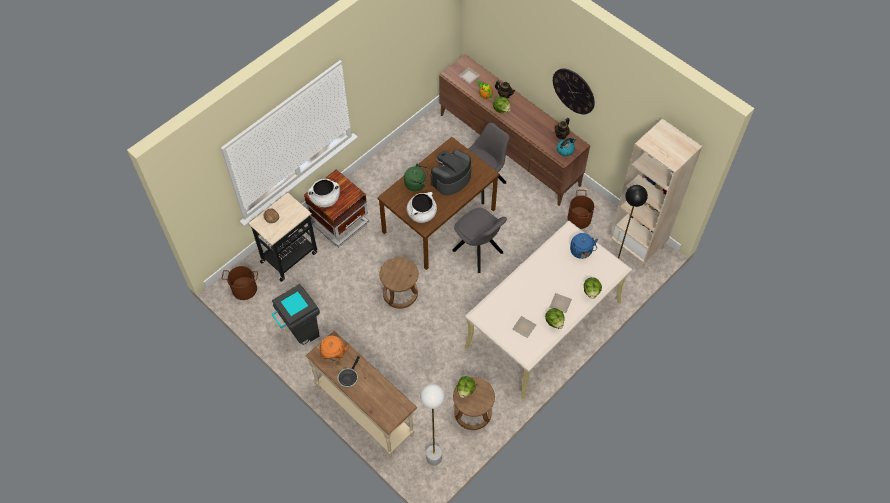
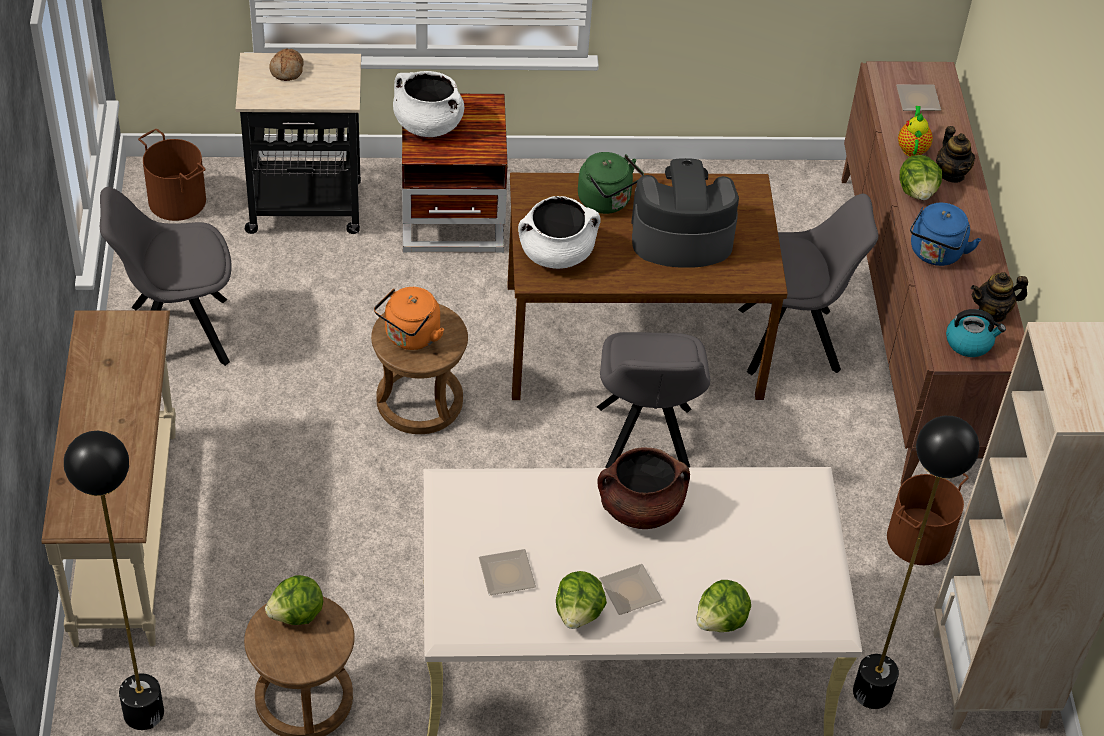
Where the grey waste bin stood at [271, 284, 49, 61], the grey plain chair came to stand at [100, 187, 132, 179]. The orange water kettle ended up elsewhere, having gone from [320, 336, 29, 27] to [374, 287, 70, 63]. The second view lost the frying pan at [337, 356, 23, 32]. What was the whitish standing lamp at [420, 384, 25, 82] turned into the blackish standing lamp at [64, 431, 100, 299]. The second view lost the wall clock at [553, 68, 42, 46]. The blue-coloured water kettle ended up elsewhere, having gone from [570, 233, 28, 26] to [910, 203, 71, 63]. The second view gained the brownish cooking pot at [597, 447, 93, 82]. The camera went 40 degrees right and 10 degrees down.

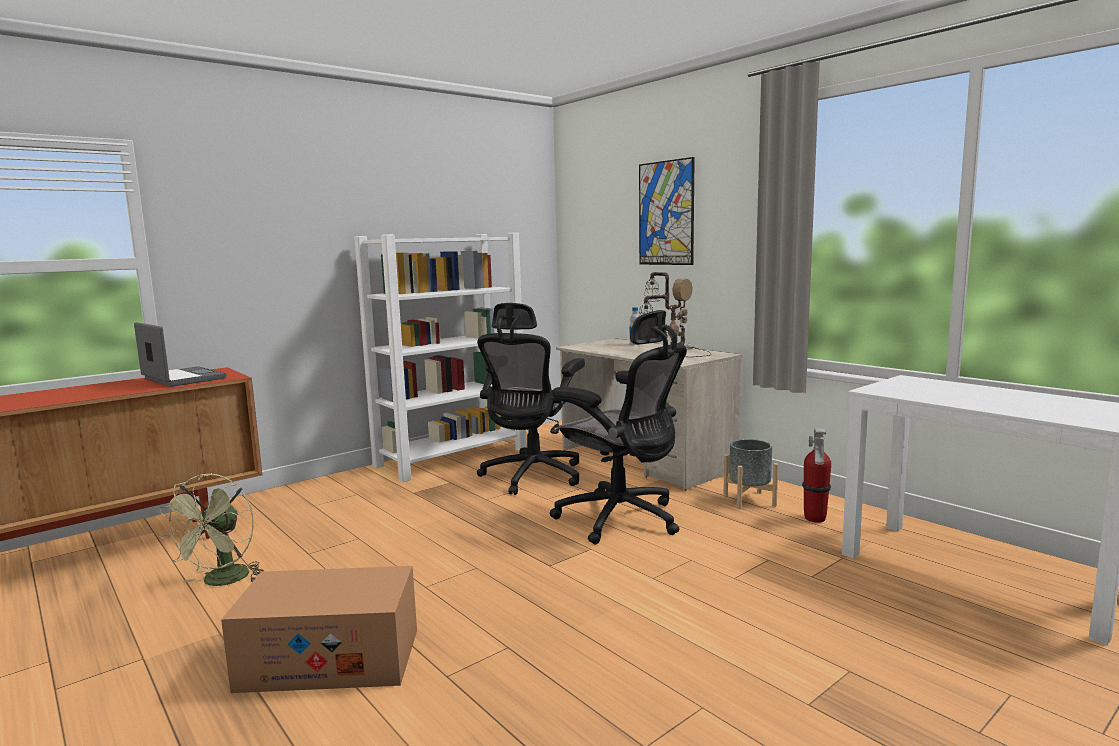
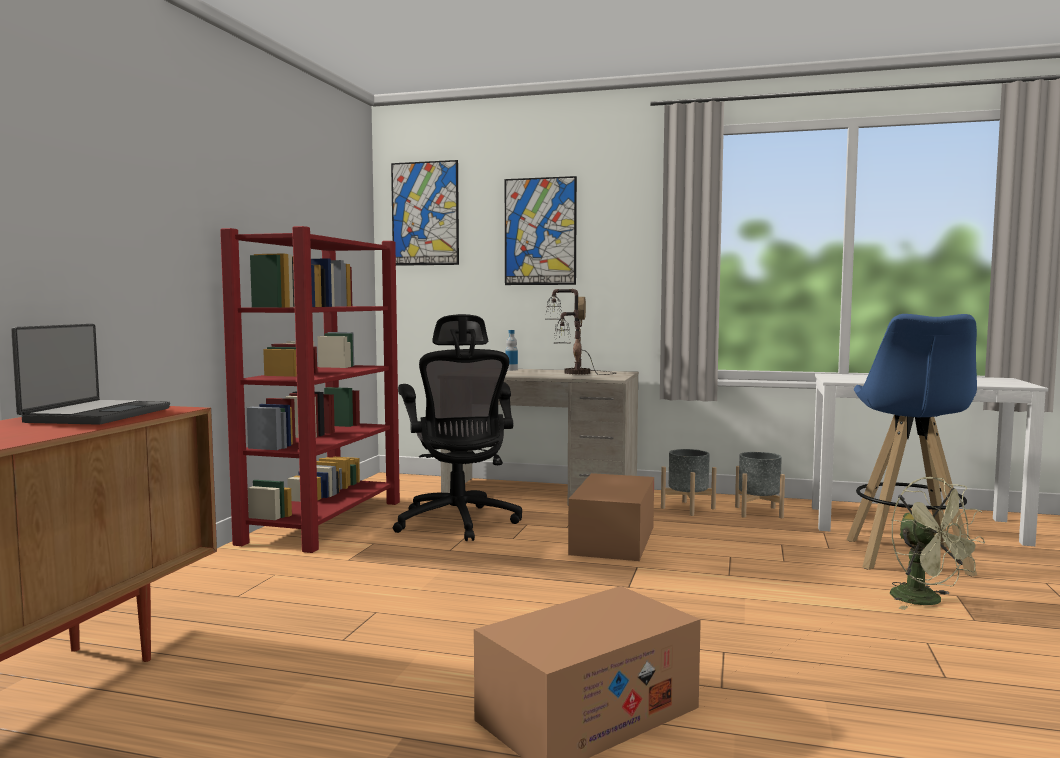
The laptop at [134, 322, 92, 65] ended up facing another way, 90 degrees clockwise from before. The green electric fan ended up elsewhere, having gone from [159, 473, 106, 113] to [890, 476, 95, 134]. What was the whitish bookshelf at [354, 233, 173, 249] turned into the red-coloured bookshelf at [220, 226, 180, 327]. Where the desk chair stood at [550, 310, 137, 234], the packing box came to stand at [568, 473, 86, 88]. Where the extinguisher stood at [802, 428, 29, 95], the grey planter came to stand at [735, 452, 50, 66]. The second view gained the wall picture at [391, 160, 68, 106]. The second view gained the blue-coloured stool at [846, 314, 131, 263]. The camera went 35 degrees left and 5 degrees down.

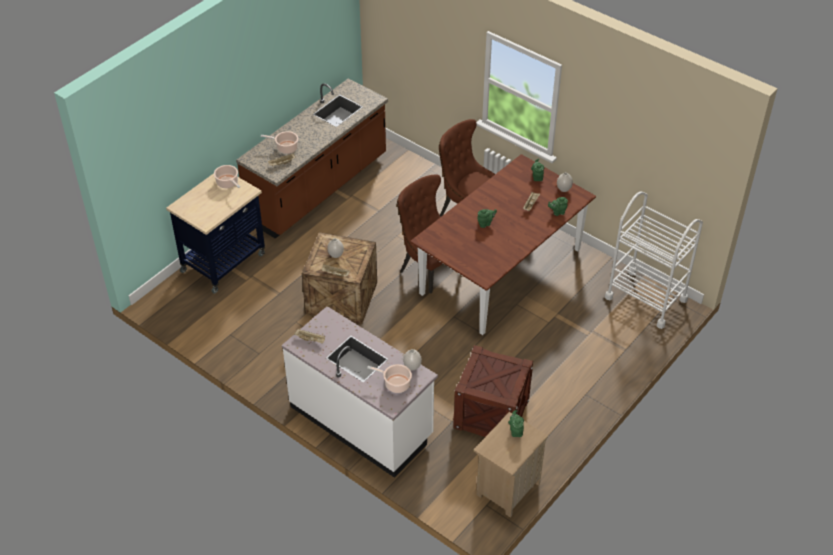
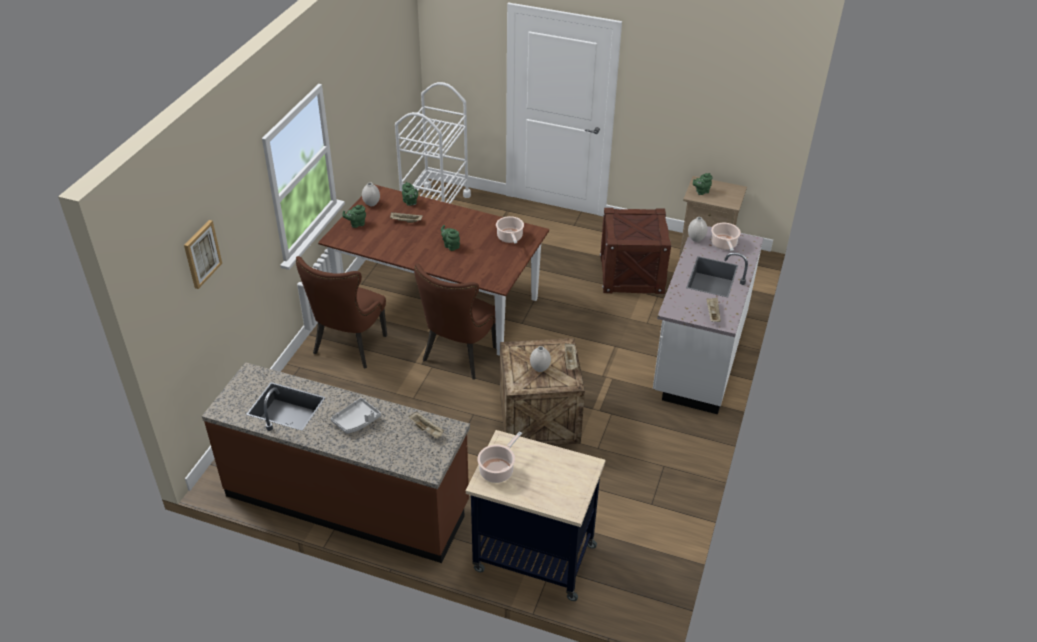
The cooking pot ended up elsewhere, having gone from [261, 131, 37, 23] to [496, 216, 28, 28]. The second view gained the wall picture at [184, 220, 38, 69]. The second view gained the grey tray at [331, 398, 50, 36]. The camera went 110 degrees left and 5 degrees down.

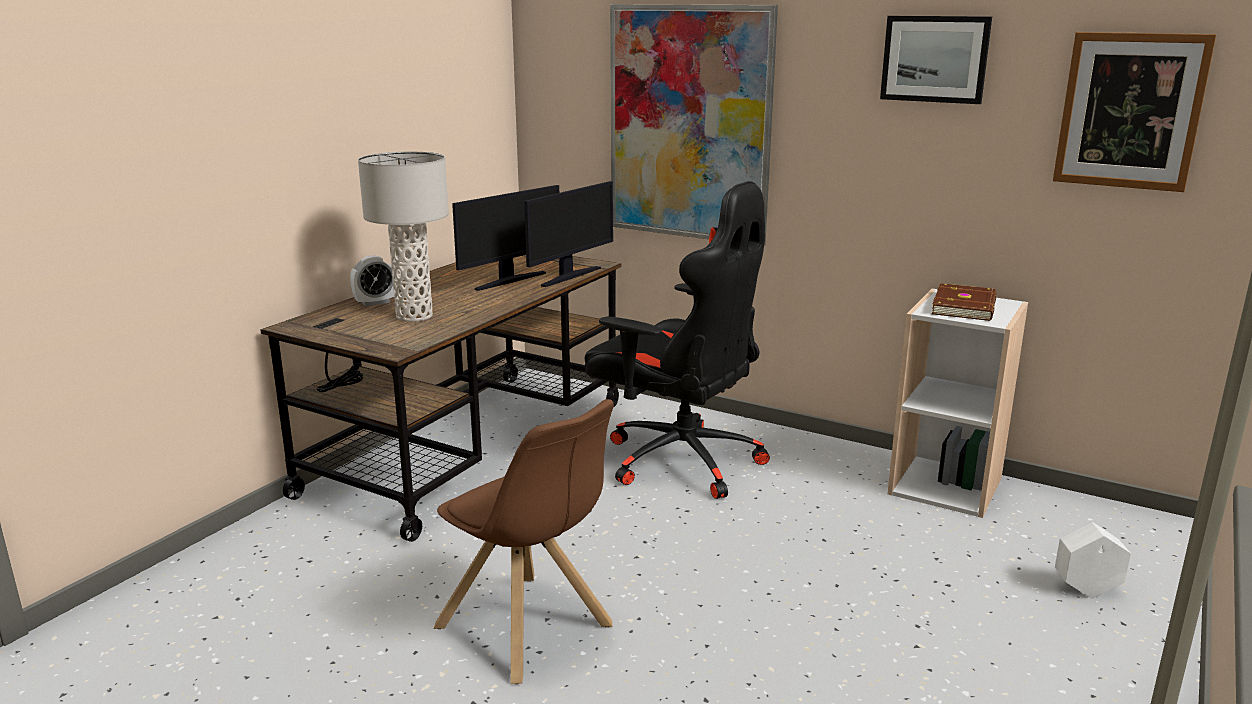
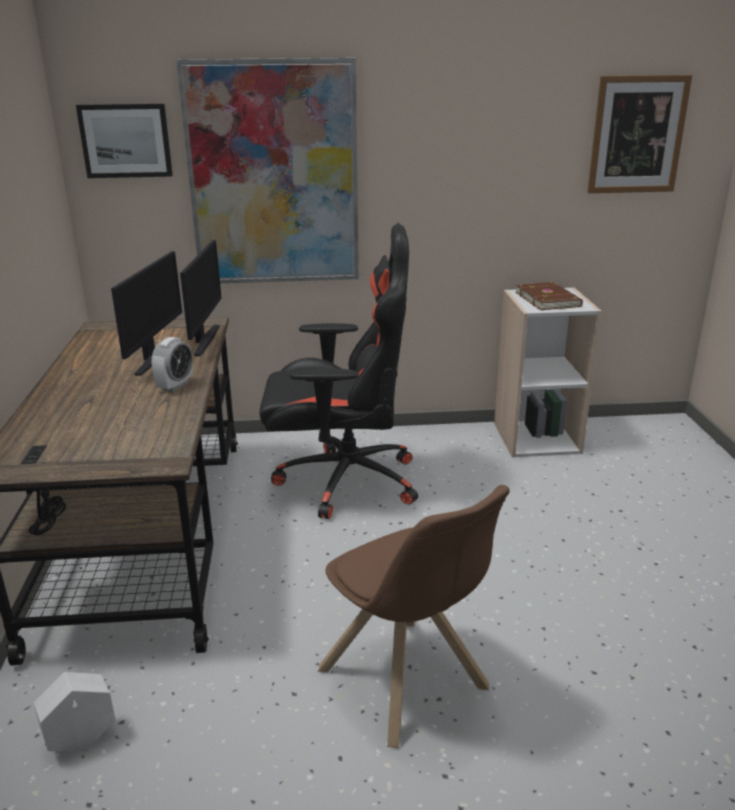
The bedside clock ended up elsewhere, having gone from [350, 255, 47, 51] to [151, 337, 42, 55]. The second view lost the whitish lamp for a table at [358, 151, 91, 171]. The brownish plain chair at [434, 399, 180, 285] ended up facing another way, 45 degrees clockwise from before. The wall picture ended up elsewhere, having gone from [880, 16, 112, 88] to [76, 104, 97, 74]. The whitish planter ended up elsewhere, having gone from [1055, 522, 76, 76] to [34, 672, 82, 79]. The camera went 35 degrees left and 5 degrees up.

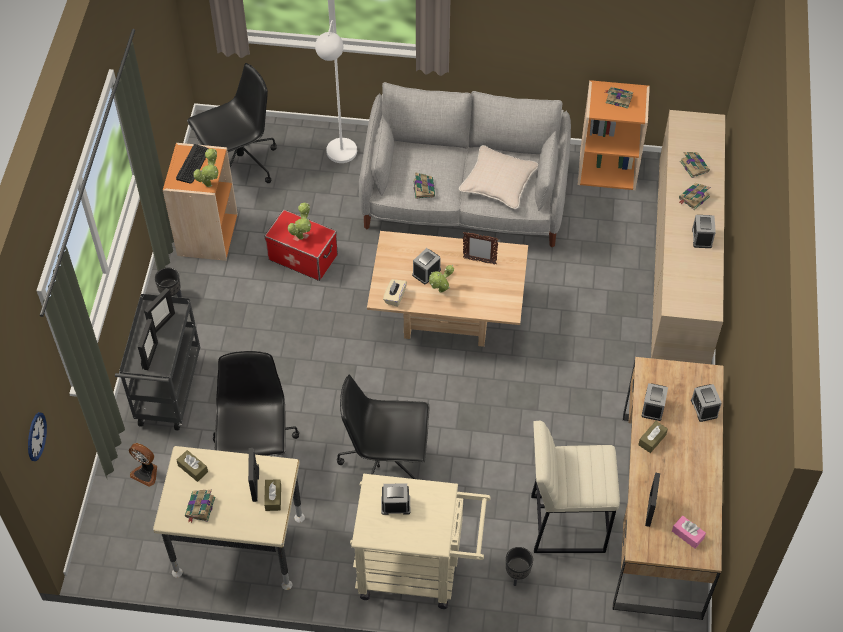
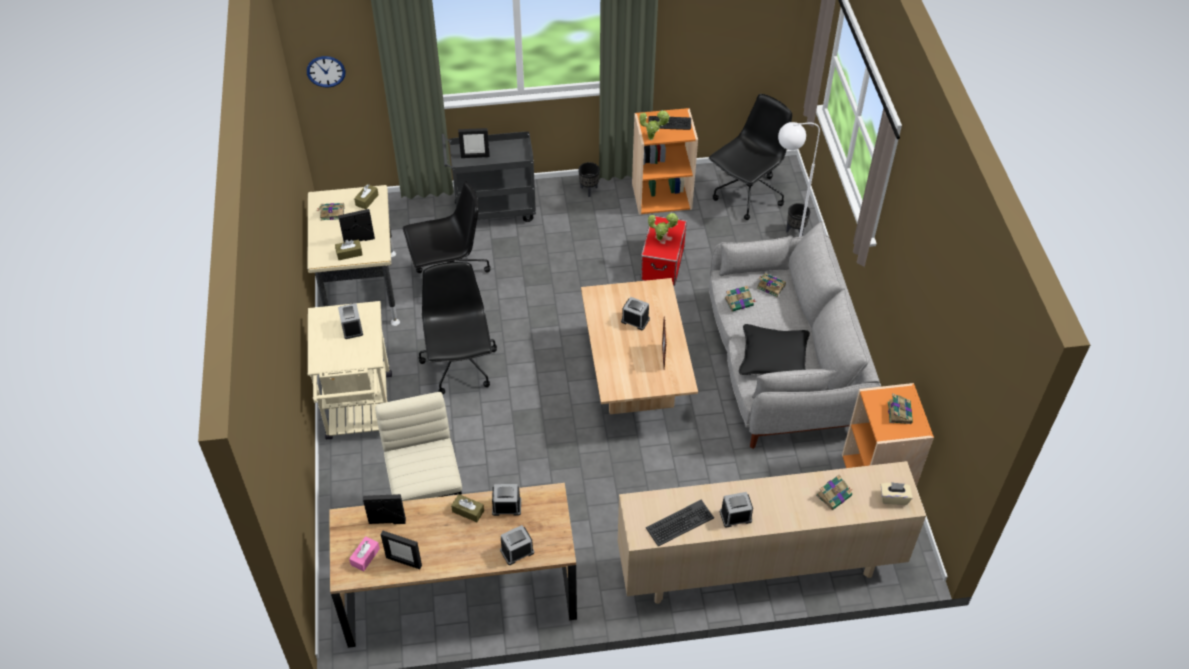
The second view lost the electric fan at [129, 443, 28, 44]. The standing frame ended up elsewhere, having gone from [144, 288, 31, 45] to [381, 531, 41, 38]. The blackish desk chair at [187, 63, 90, 120] ended up facing another way, 90 degrees counterclockwise from before. The sand-coloured tissue holder ended up elsewhere, having gone from [383, 279, 24, 28] to [881, 482, 32, 23]. The second view lost the plant in a pot at [429, 265, 25, 28]. What was the sand-coloured pillow at [459, 145, 79, 64] turned into the blackish pillow at [739, 324, 71, 51]. The blackish planter ended up elsewhere, having gone from [506, 547, 27, 39] to [786, 203, 24, 33]. The volume ended up elsewhere, having gone from [679, 183, 32, 27] to [757, 273, 29, 24]. The second view gained the keyboard at [646, 500, 68, 47]. The camera went 75 degrees right and 5 degrees down.

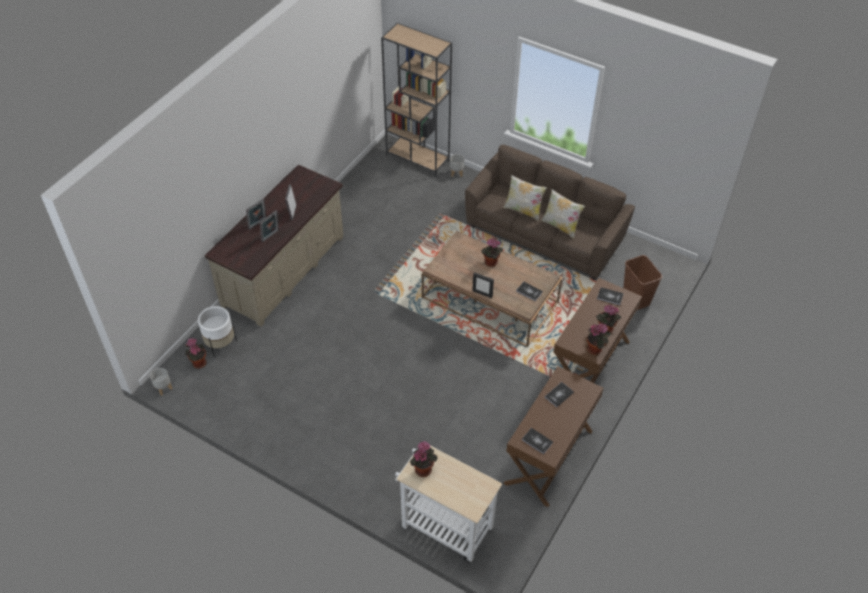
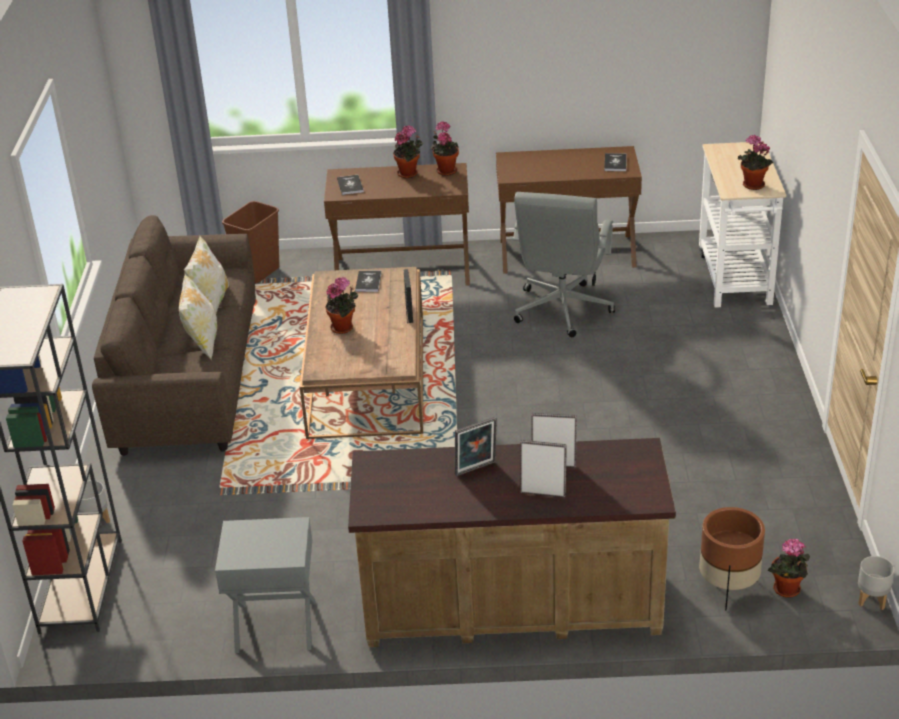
What was the whitish planter at [198, 306, 39, 51] turned into the brownish planter at [699, 507, 66, 103]. The second view lost the volume at [545, 382, 29, 25]. The second view gained the grey night table at [215, 517, 100, 136]. The second view gained the grey desk chair at [512, 192, 103, 145]. The camera went 120 degrees left and 15 degrees down.

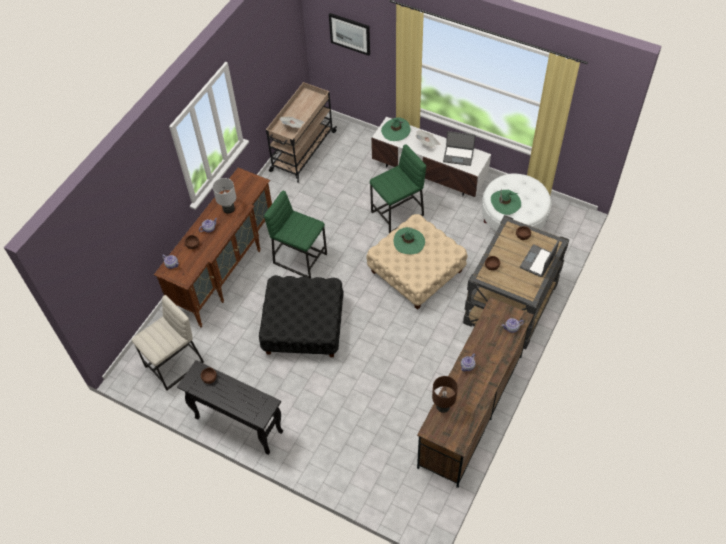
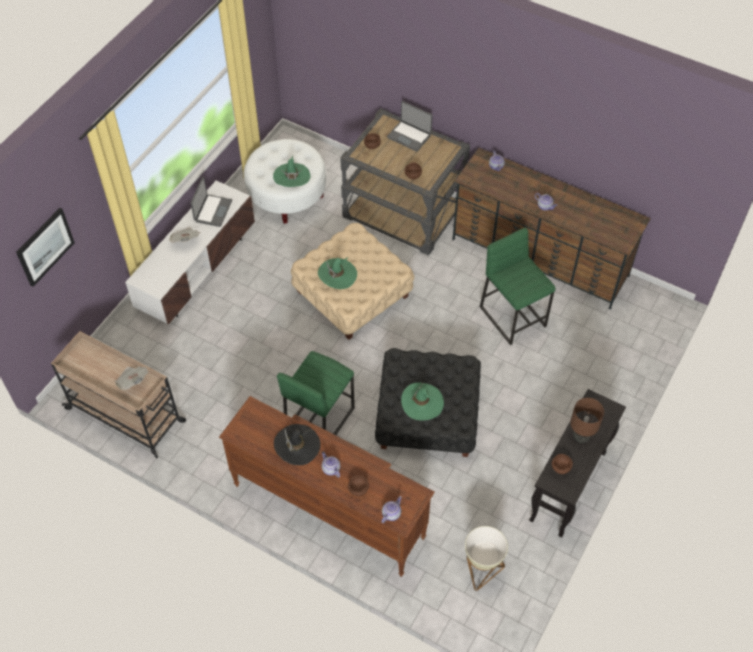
Where the sand-coloured stool stood at [132, 295, 72, 95], the planter came to stand at [465, 526, 43, 65]. Where the grey lamp for a table stood at [213, 178, 23, 36], the blackish hat came to stand at [274, 424, 47, 41]. The green stool ended up elsewhere, having gone from [370, 144, 56, 89] to [480, 228, 75, 117]. The green hat ended up elsewhere, having gone from [381, 117, 29, 24] to [401, 383, 43, 37]. The brownish lamp for a table ended up elsewhere, having gone from [432, 376, 26, 37] to [570, 398, 34, 45]. The camera went 90 degrees left and 0 degrees up.

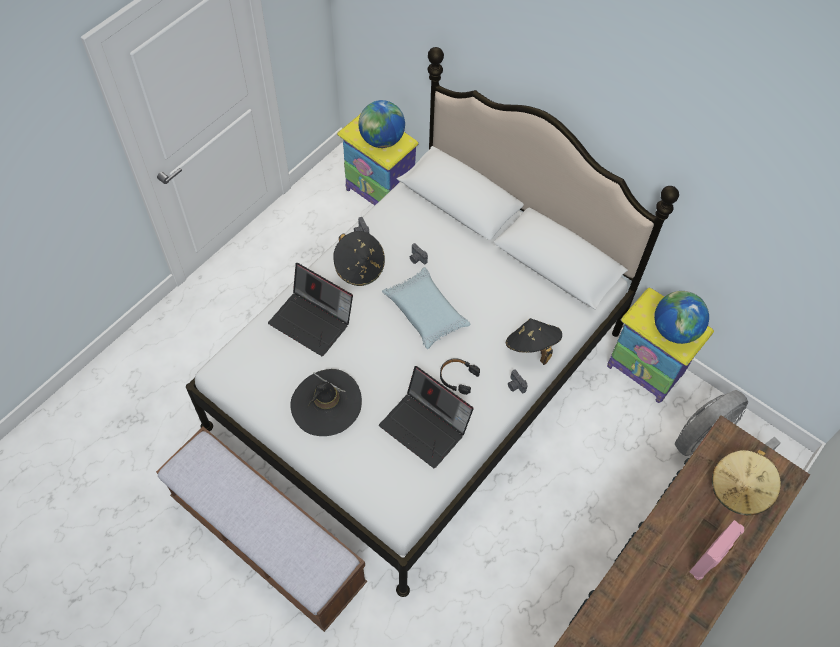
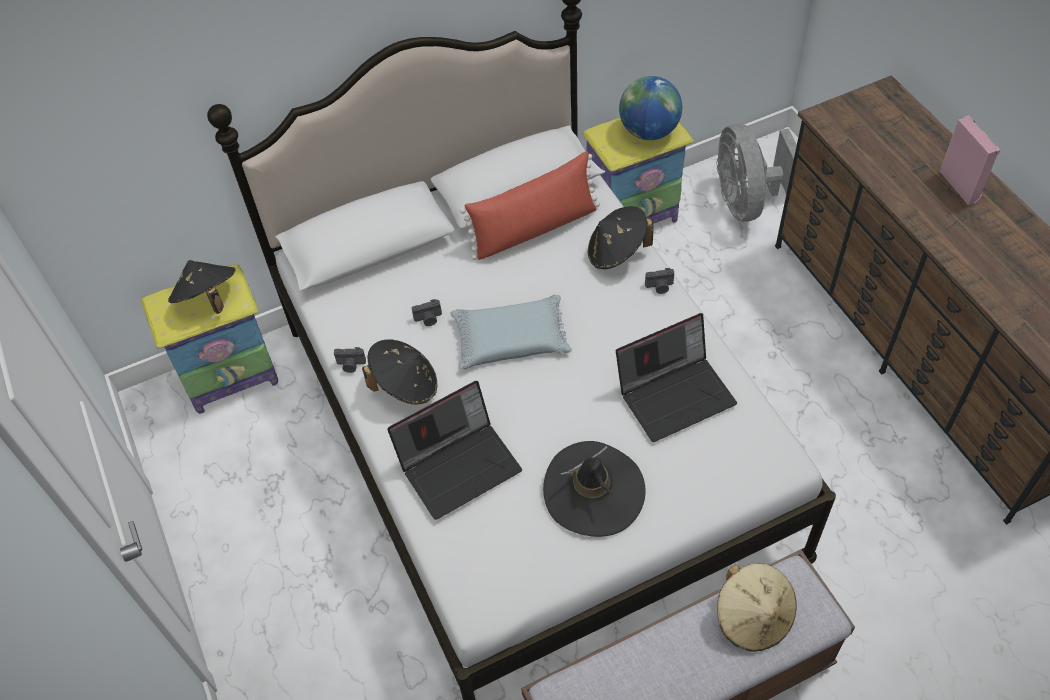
Where the world globe stood at [358, 100, 47, 48], the blackish hat came to stand at [168, 260, 68, 54]. The second view lost the blackish headphones at [440, 358, 40, 37]. The sand-coloured hat ended up elsewhere, having gone from [712, 450, 69, 65] to [717, 563, 80, 89]. The second view gained the red-coloured pillow at [460, 151, 140, 109]. The camera went 60 degrees left and 5 degrees down.

